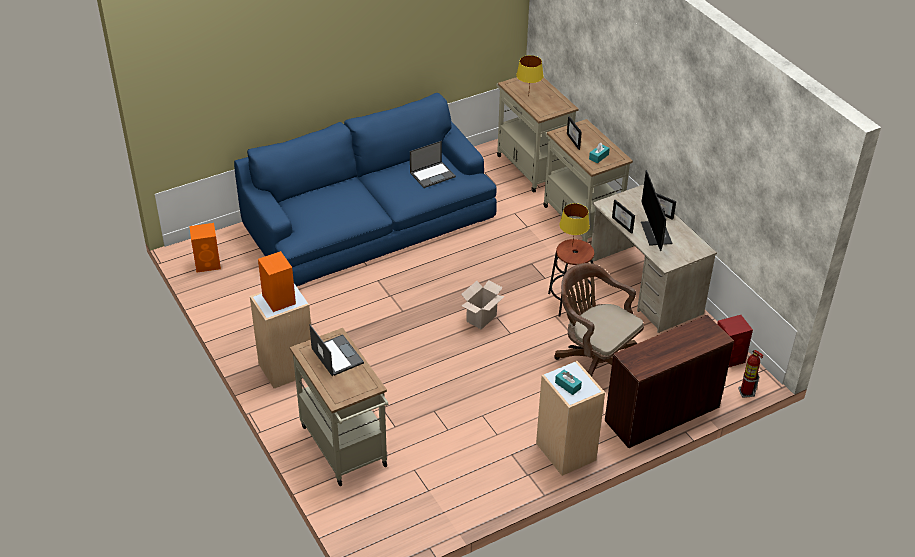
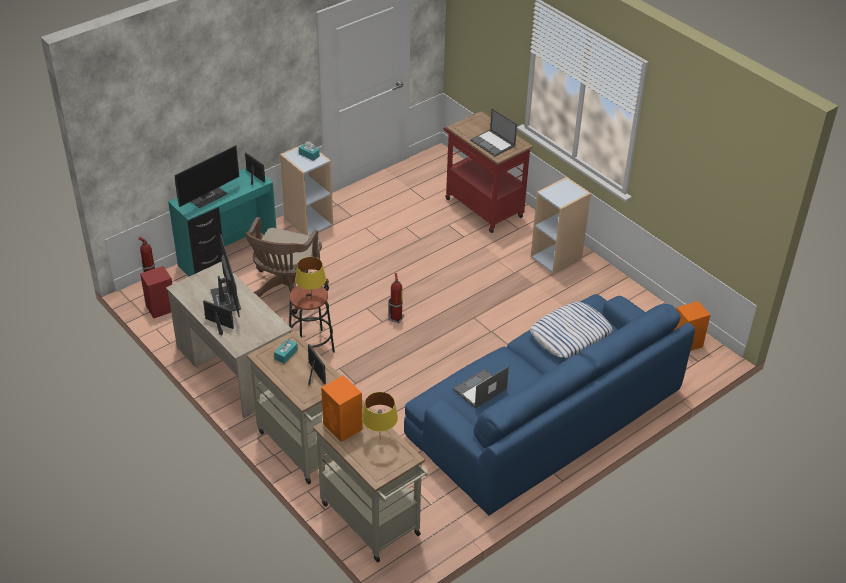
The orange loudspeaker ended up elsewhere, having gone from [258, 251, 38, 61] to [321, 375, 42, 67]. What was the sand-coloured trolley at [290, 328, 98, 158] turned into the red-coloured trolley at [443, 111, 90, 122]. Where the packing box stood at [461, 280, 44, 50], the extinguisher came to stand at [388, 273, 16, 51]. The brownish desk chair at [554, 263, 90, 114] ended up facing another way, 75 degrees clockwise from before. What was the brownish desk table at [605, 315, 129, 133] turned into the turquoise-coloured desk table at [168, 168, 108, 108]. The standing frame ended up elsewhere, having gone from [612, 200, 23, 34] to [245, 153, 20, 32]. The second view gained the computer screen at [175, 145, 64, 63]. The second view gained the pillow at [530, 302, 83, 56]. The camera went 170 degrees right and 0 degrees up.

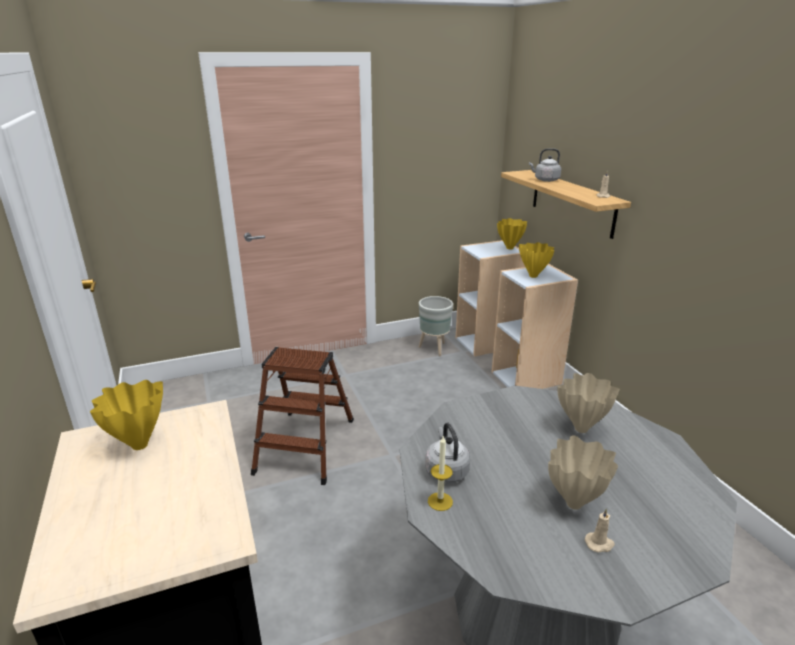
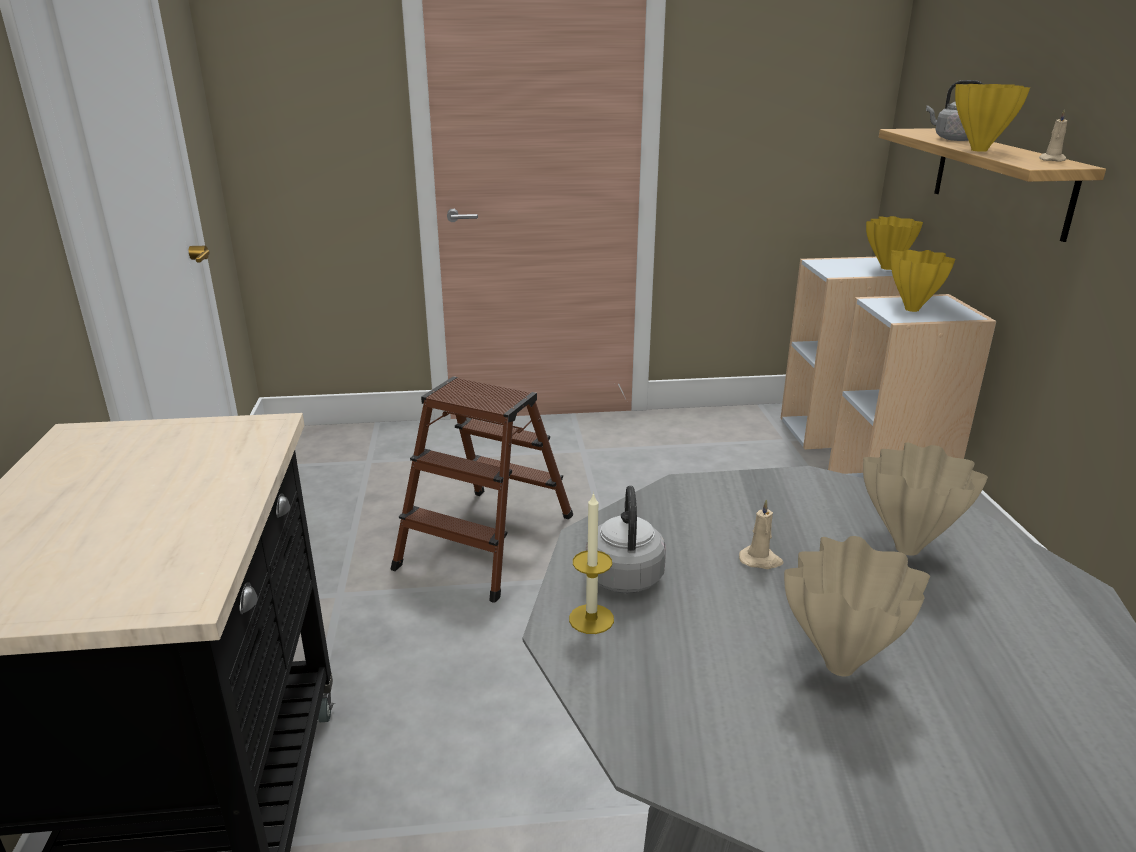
The yellow decorative vase ended up elsewhere, having gone from [90, 380, 73, 70] to [955, 84, 75, 68]. The second view lost the grey planter at [419, 296, 34, 60]. The sand-coloured wax light ended up elsewhere, having gone from [585, 508, 30, 45] to [739, 499, 45, 70]. The camera went 15 degrees right and 0 degrees up.

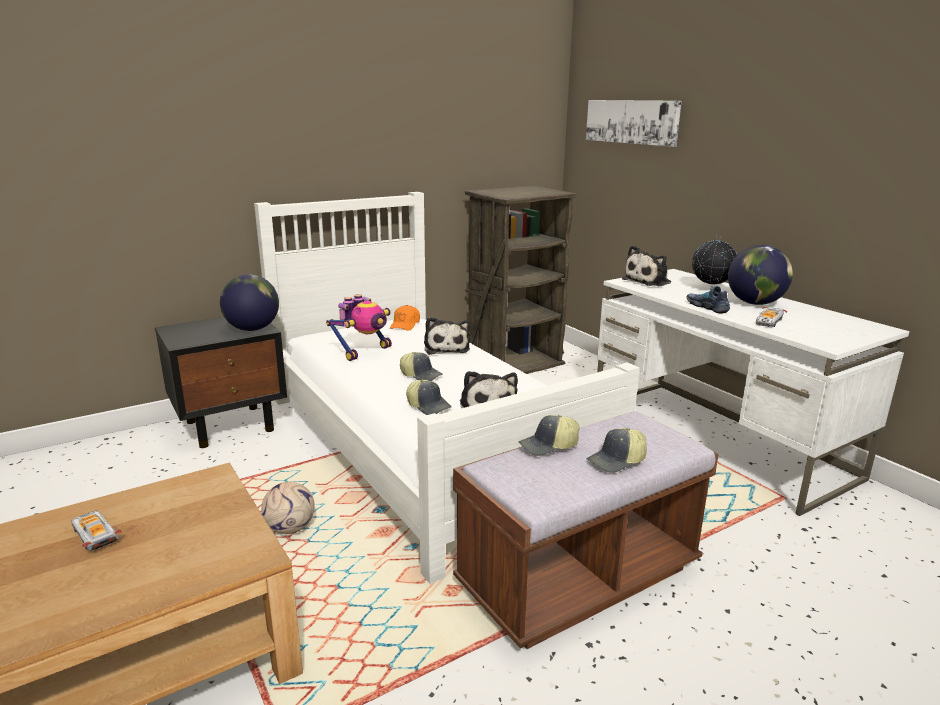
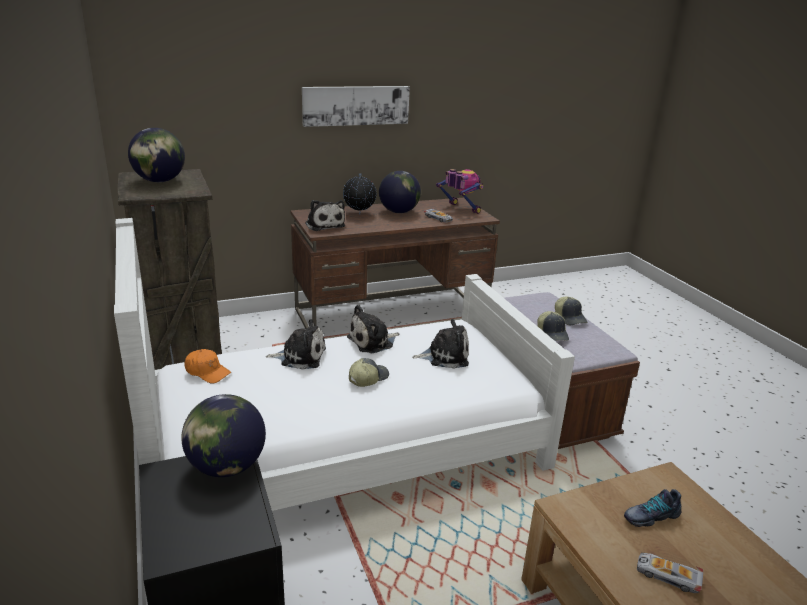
The toy car at [71, 511, 51, 40] ended up facing another way, 60 degrees clockwise from before. The second view lost the ball for football at [261, 482, 54, 52]. The toy robot ended up elsewhere, having gone from [326, 294, 66, 67] to [436, 169, 47, 45]. The second view lost the peaked cap at [406, 380, 46, 35]. The wall picture ended up elsewhere, having gone from [586, 100, 96, 47] to [302, 86, 108, 41]. What was the whitish desk table at [597, 269, 312, 247] turned into the brownish desk table at [290, 198, 210, 130]. The low shoe ended up elsewhere, having gone from [687, 286, 43, 27] to [624, 489, 58, 38]. The second view gained the world globe at [128, 128, 57, 54]. The second view gained the soft toy at [347, 305, 52, 48]. The camera went 80 degrees left and 5 degrees up.

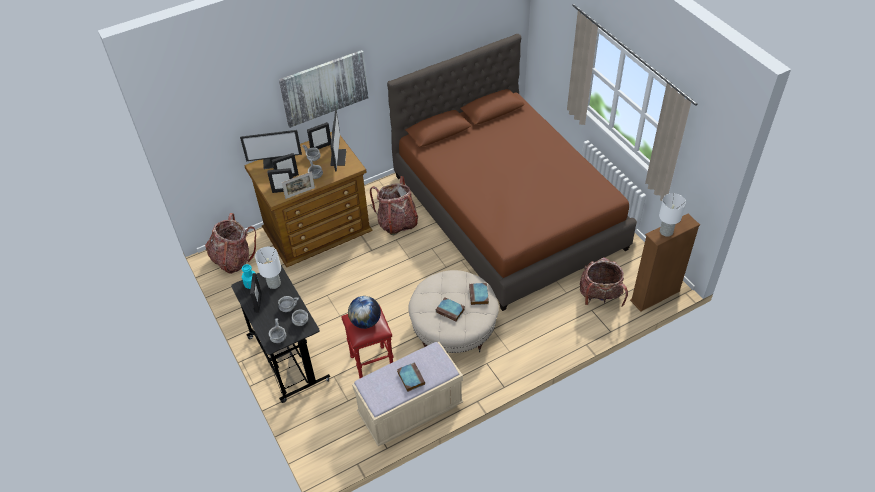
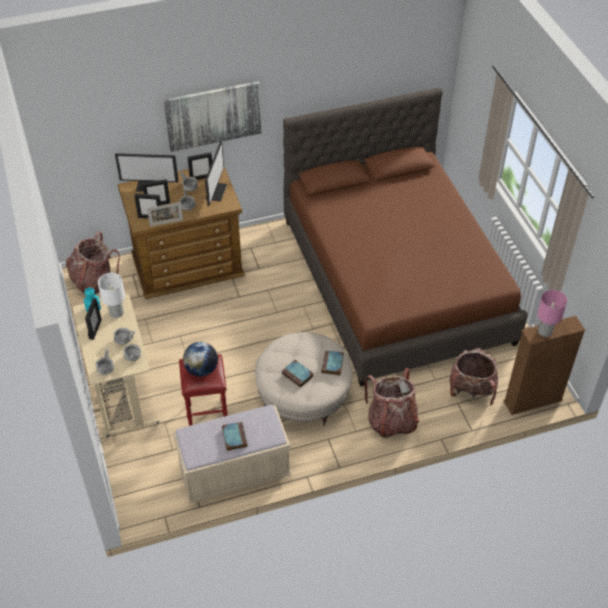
What was the blackish desk table at [231, 265, 99, 138] turned into the sand-coloured desk table at [73, 294, 87, 145]. The backpack ended up elsewhere, having gone from [370, 176, 49, 60] to [364, 368, 55, 70]. What was the whitish lamp for a table at [659, 193, 27, 44] turned into the pink-coloured lamp for a table at [537, 290, 30, 47]. The camera went 10 degrees right and 0 degrees up.

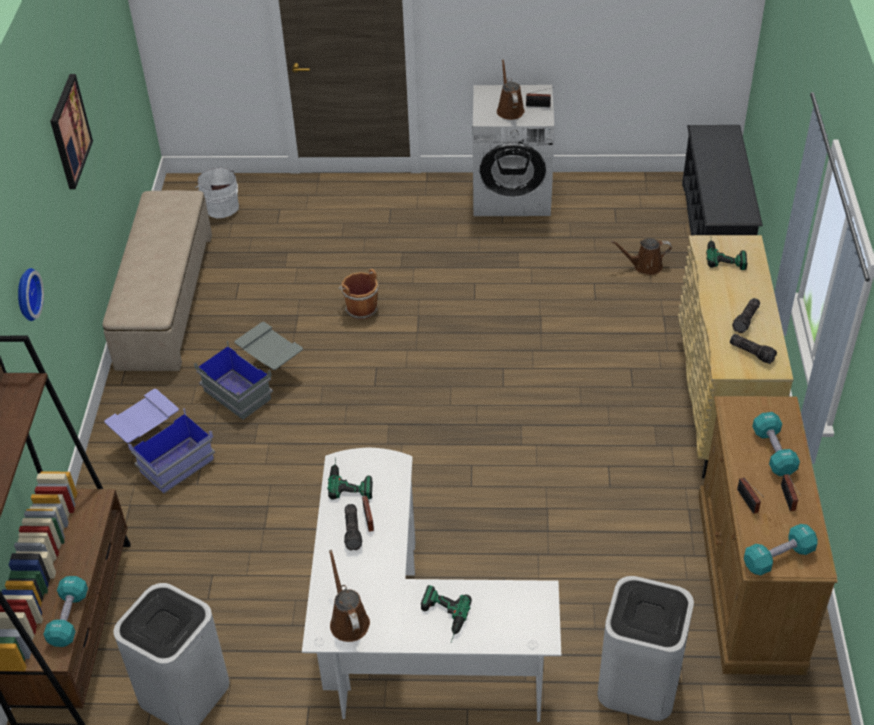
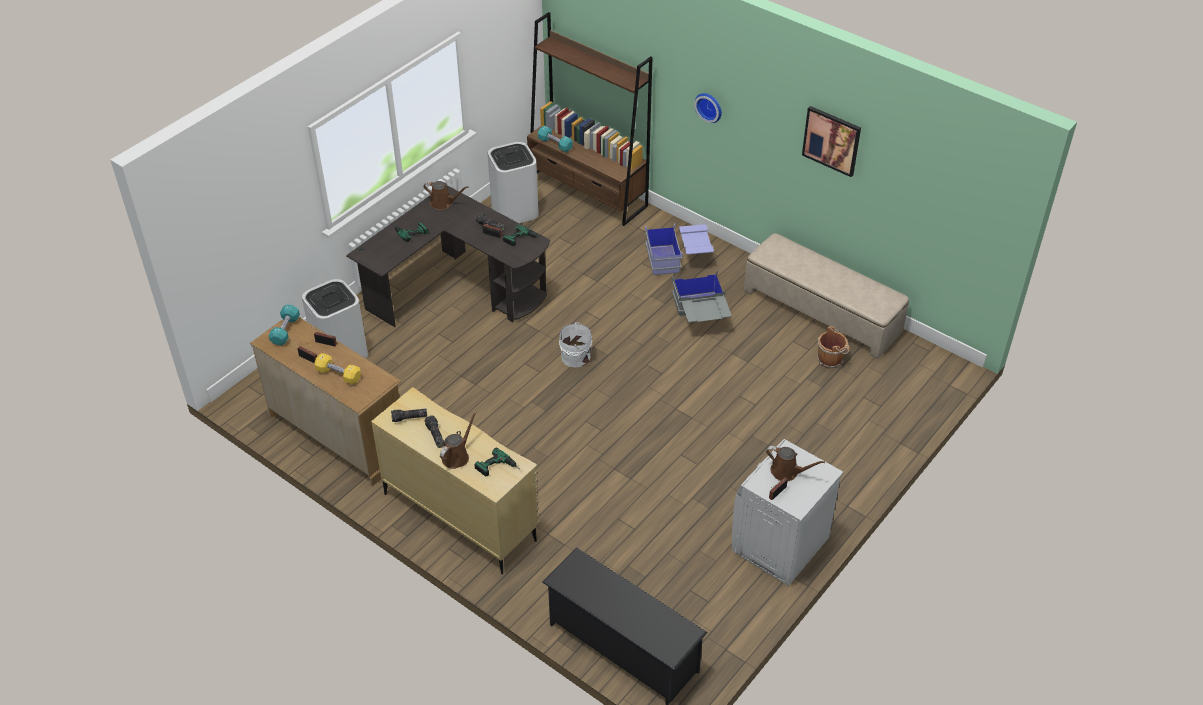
The whitish bucket ended up elsewhere, having gone from [195, 168, 44, 50] to [559, 322, 34, 45]. What was the whitish desk table at [302, 448, 259, 274] turned into the blackish desk table at [346, 185, 204, 142]. The brownish bucket ended up elsewhere, having gone from [338, 269, 40, 51] to [817, 326, 32, 43]. The brownish watering can ended up elsewhere, having gone from [611, 238, 61, 37] to [440, 411, 37, 58]. What was the turquoise-coloured hand weight at [752, 412, 48, 64] turned into the yellow hand weight at [314, 353, 47, 31]. The camera went 125 degrees right and 0 degrees up.

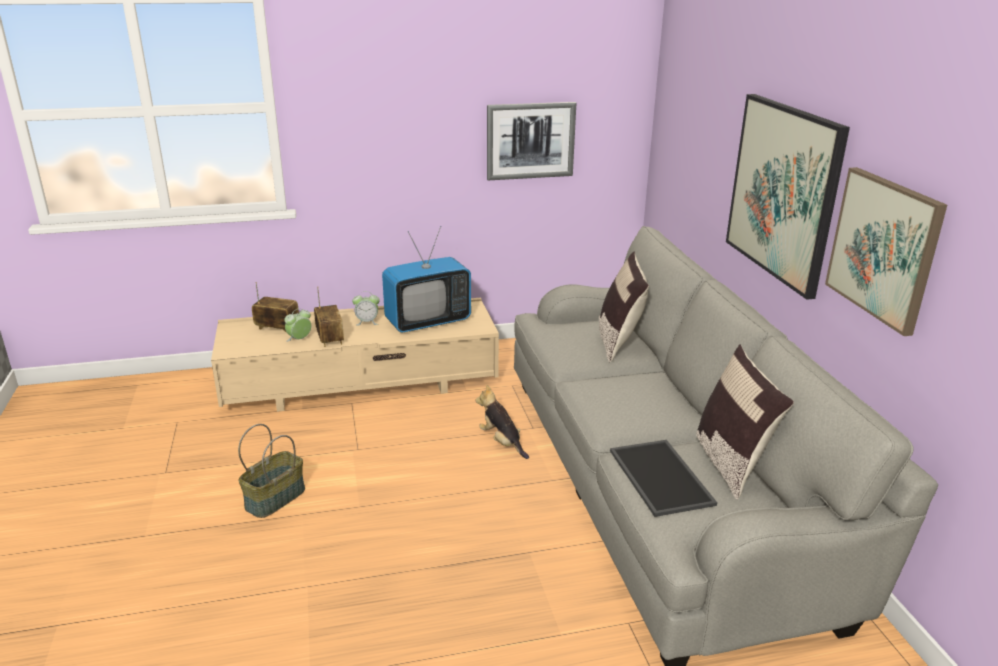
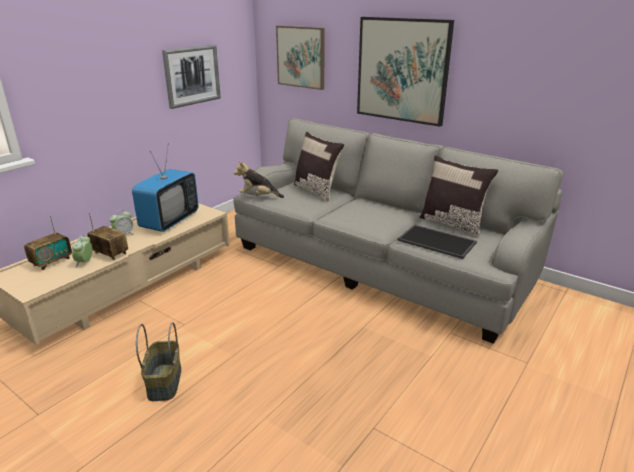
The radio set at [252, 282, 47, 51] ended up facing another way, 150 degrees clockwise from before. The soft toy ended up elsewhere, having gone from [476, 385, 53, 74] to [234, 160, 50, 38]. The wall picture ended up elsewhere, having gone from [825, 167, 122, 169] to [276, 26, 49, 64]. The camera went 40 degrees left and 0 degrees up.

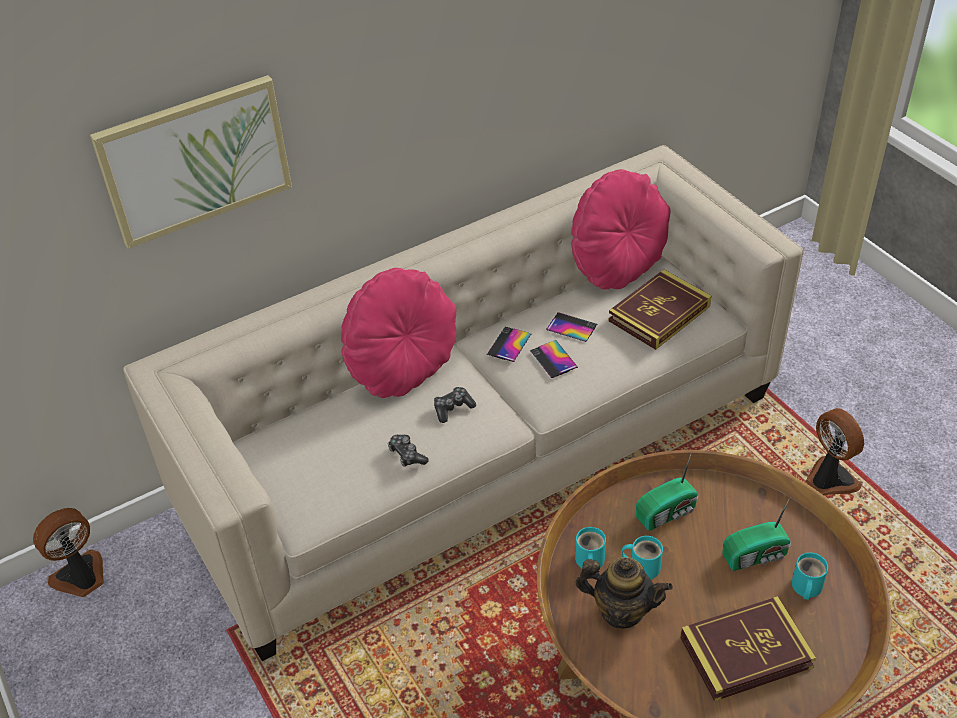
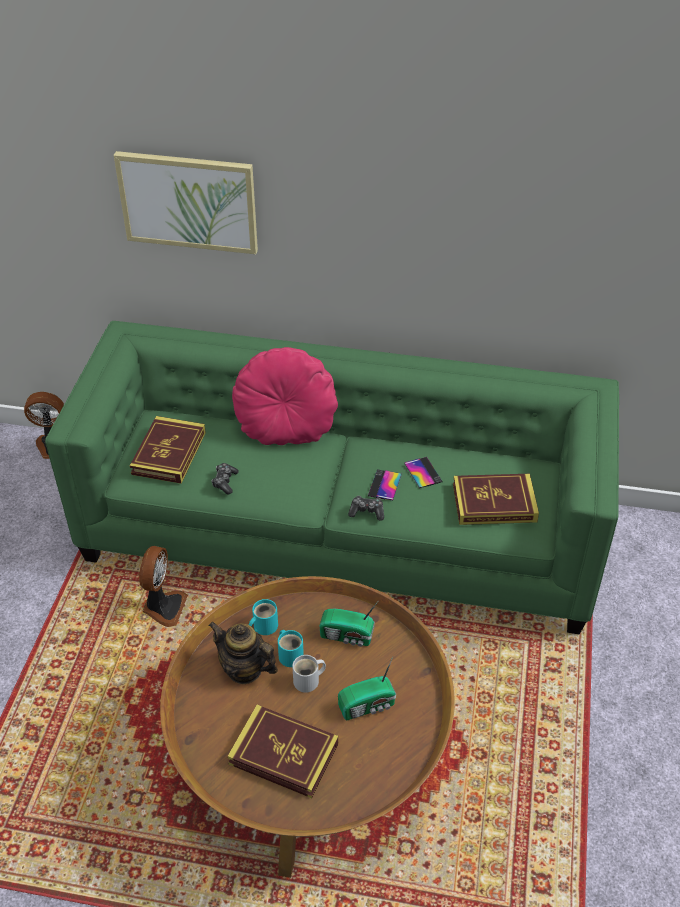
What was the sand-coloured sofa at [123, 145, 681, 516] turned into the green sofa at [45, 321, 574, 313]. The game controller ended up elsewhere, having gone from [434, 387, 42, 36] to [348, 496, 36, 24]. The second view lost the telephone at [487, 327, 44, 35]. The second view lost the pink-coloured pillow at [571, 169, 99, 121]. The pot for tea at [575, 557, 98, 71] ended up facing another way, 150 degrees clockwise from before. The radio set at [722, 498, 69, 73] ended up facing another way, 45 degrees counterclockwise from before. The second view lost the turquoise-coloured coffee mug at [792, 553, 36, 47]. The electric fan ended up elsewhere, having gone from [805, 408, 59, 87] to [139, 546, 49, 81]. The second view gained the volume at [130, 416, 76, 68]. The second view gained the whitish coffee mug at [292, 655, 34, 38]. The camera went 40 degrees right and 0 degrees up.

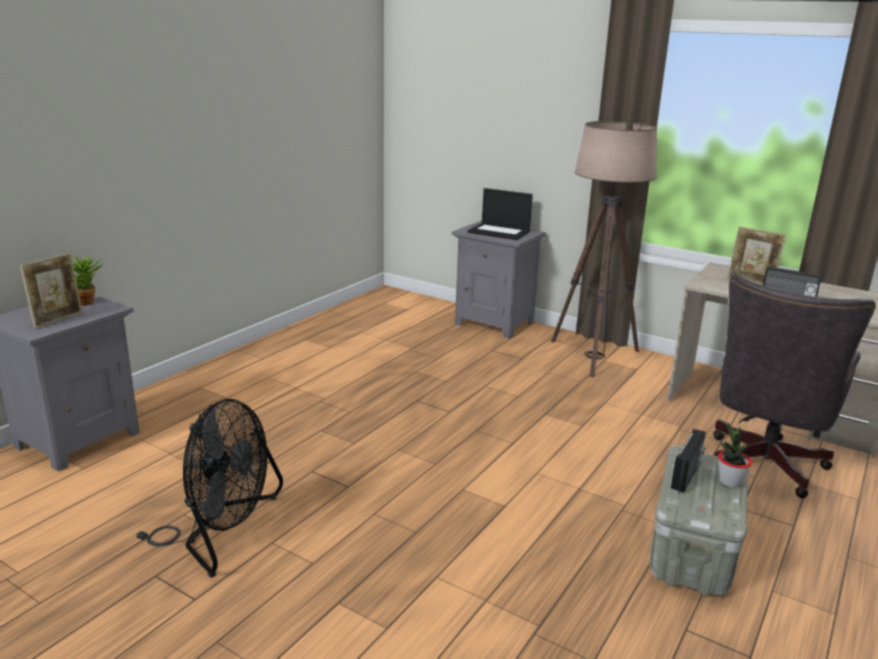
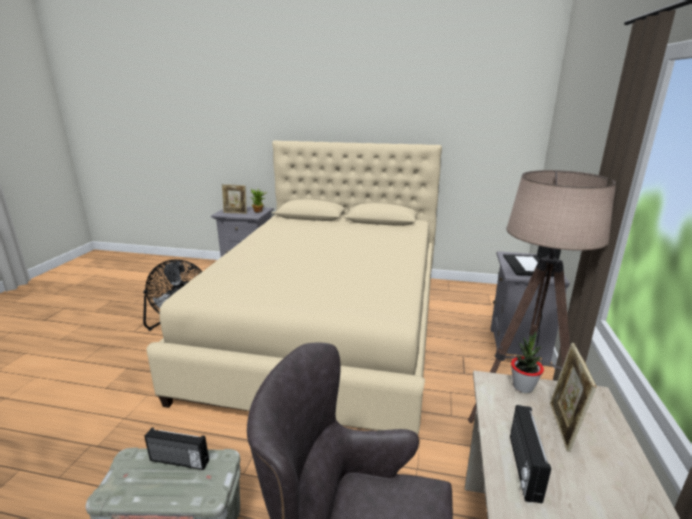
The plant in a pot ended up elsewhere, having gone from [718, 423, 34, 64] to [511, 331, 33, 62]. The second view gained the sand-coloured sleeping bed at [146, 141, 296, 294]. The camera went 70 degrees right and 0 degrees up.

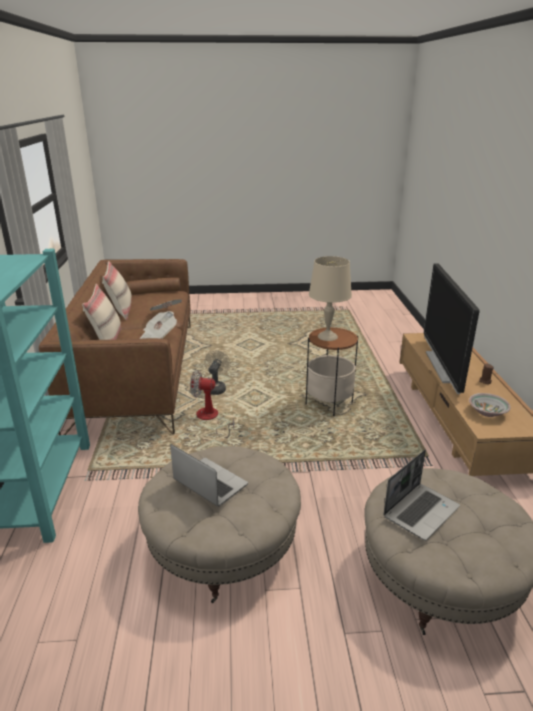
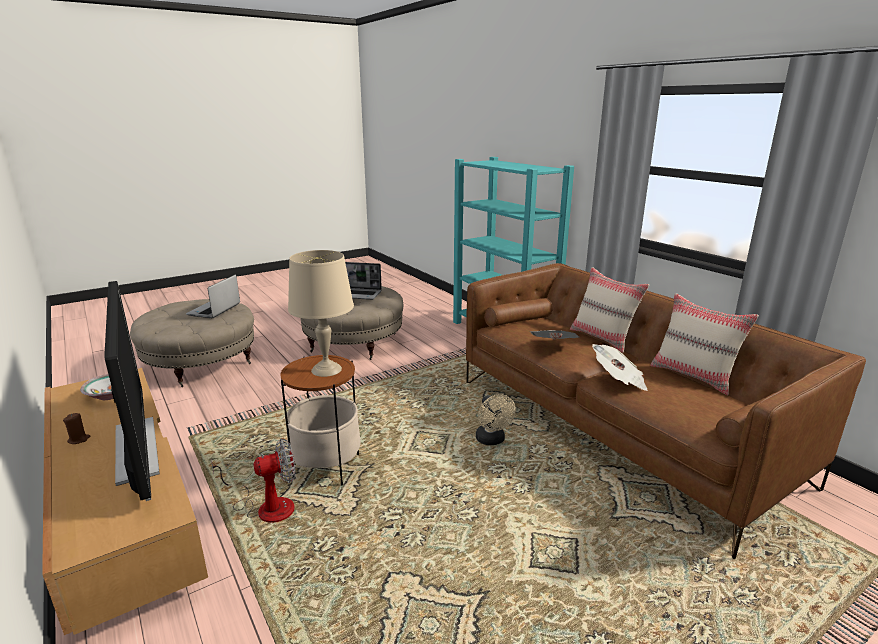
The electric fan ended up elsewhere, having gone from [190, 370, 44, 68] to [211, 439, 85, 84]. The camera went 150 degrees right and 5 degrees down.

